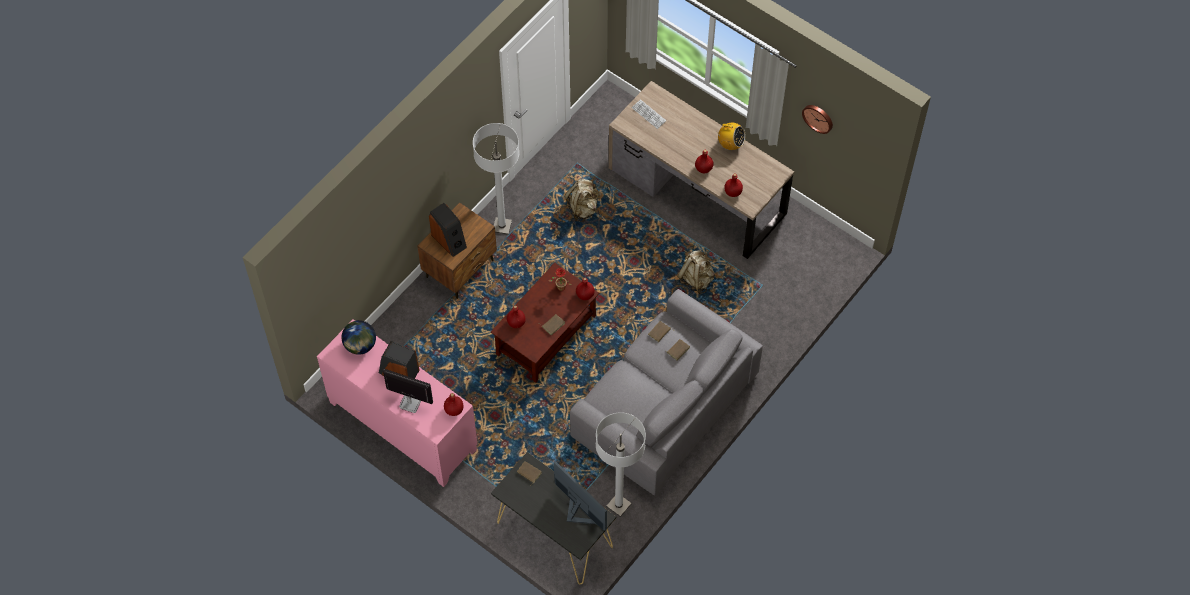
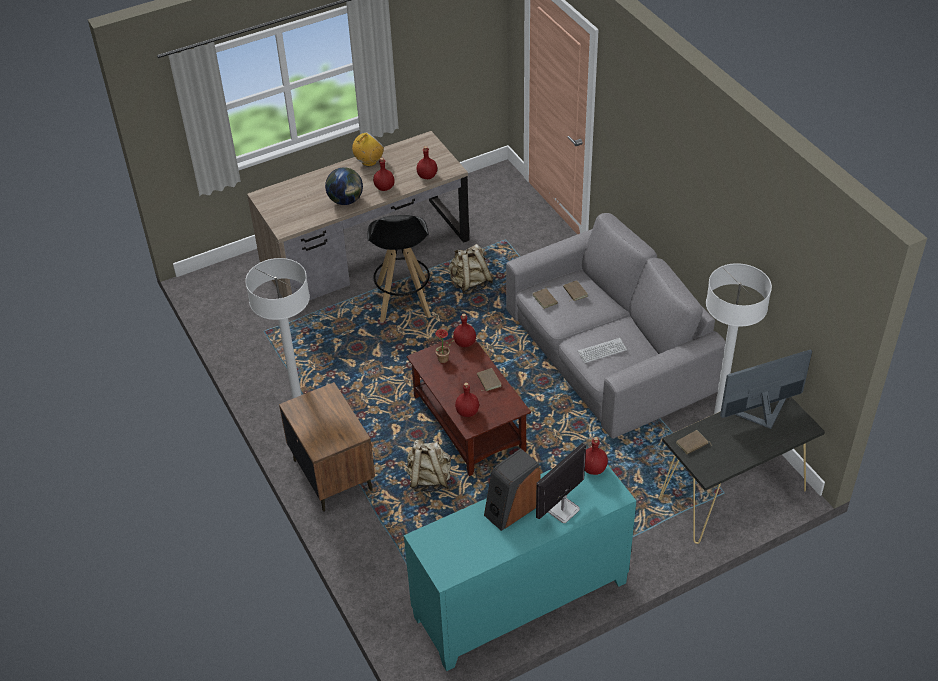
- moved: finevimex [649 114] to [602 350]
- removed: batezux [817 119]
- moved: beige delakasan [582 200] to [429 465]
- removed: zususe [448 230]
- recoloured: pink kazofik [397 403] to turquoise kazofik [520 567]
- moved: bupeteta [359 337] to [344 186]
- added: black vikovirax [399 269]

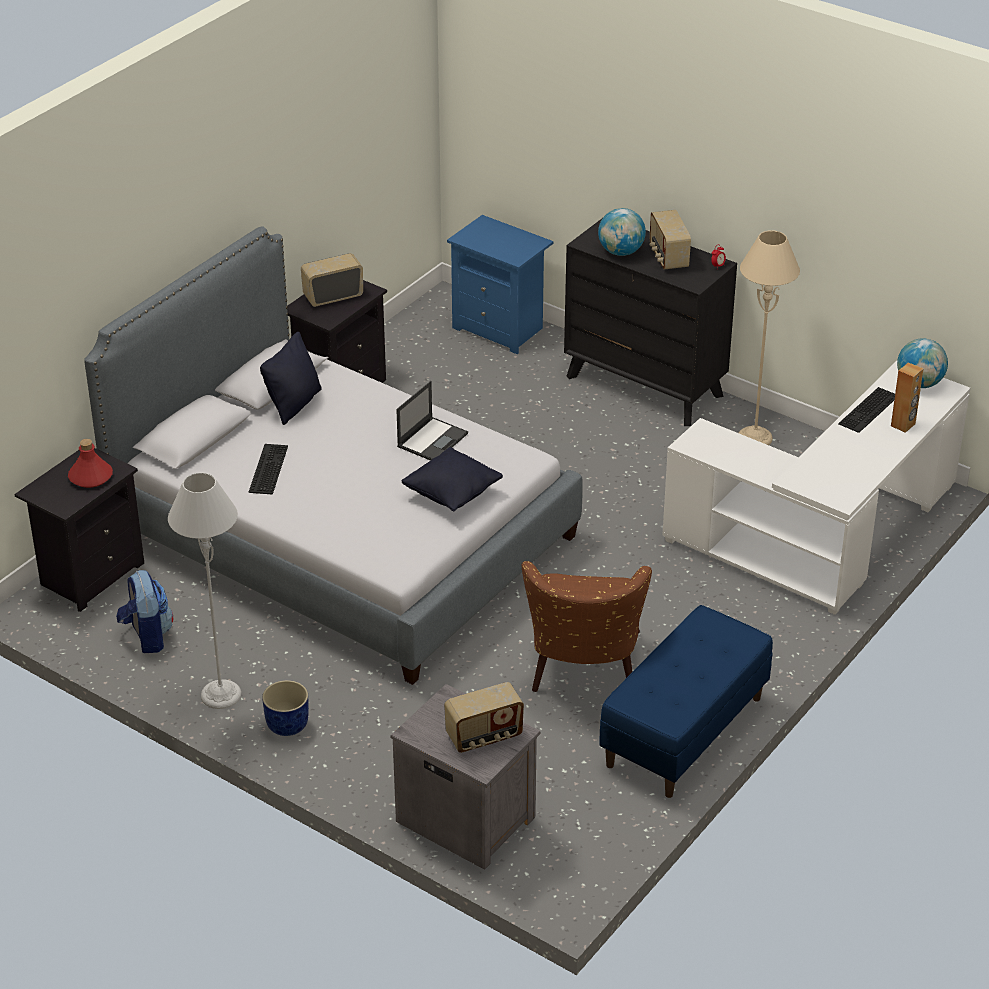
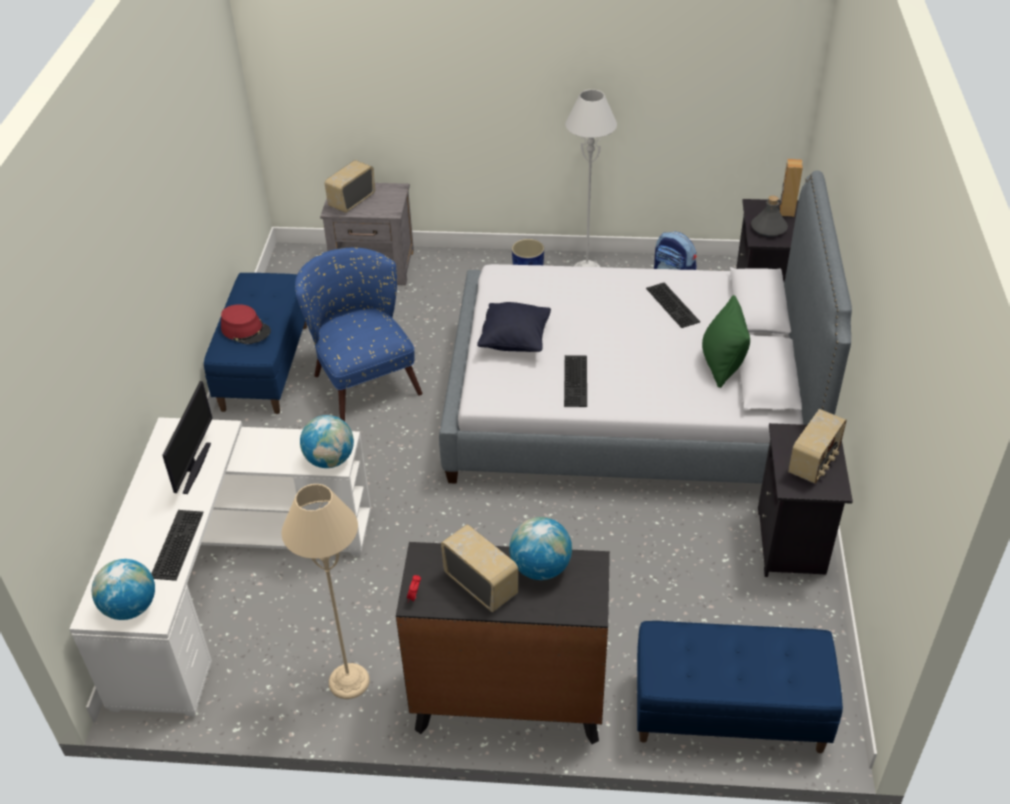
- replaced: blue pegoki [500 284] to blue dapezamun [740 687]
- recoloured: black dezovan [291 378] to green dezovan [726 341]
- moved: brown zususe [907 398] to [791 188]
- replaced: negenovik [432 421] to finevimex [575 381]
- recoloured: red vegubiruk [90 463] to grey vegubiruk [769 216]
- recoloured: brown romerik [586 626] to blue romerik [359 335]
- added: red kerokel [246 324]
- added: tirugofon [187 437]
- added: bupeteta [327 441]

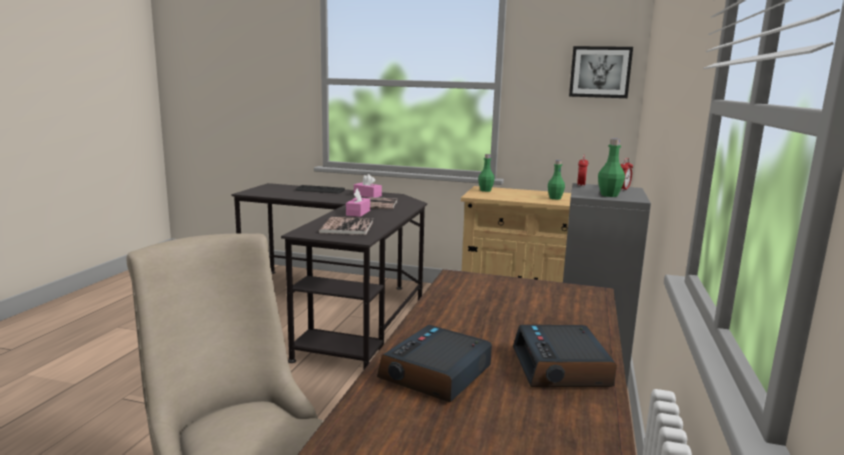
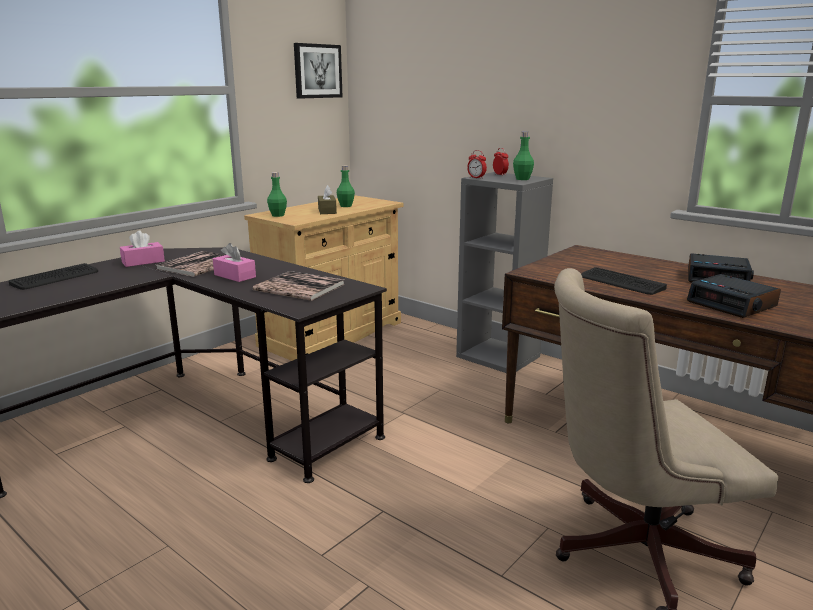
- added: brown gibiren [327 199]
- added: finevimex [624 281]

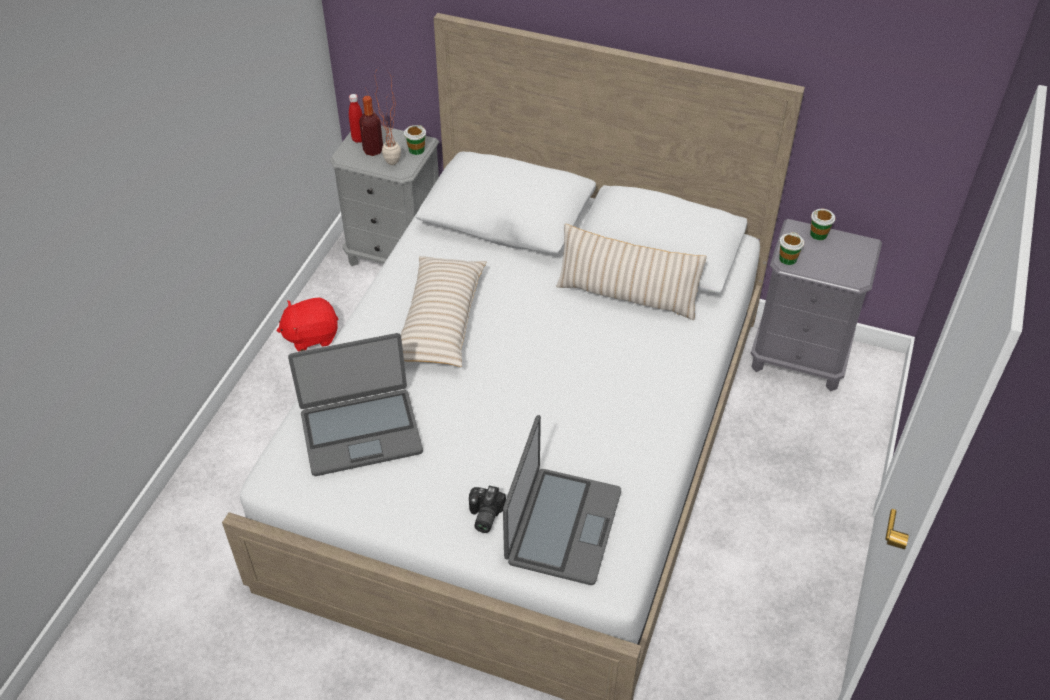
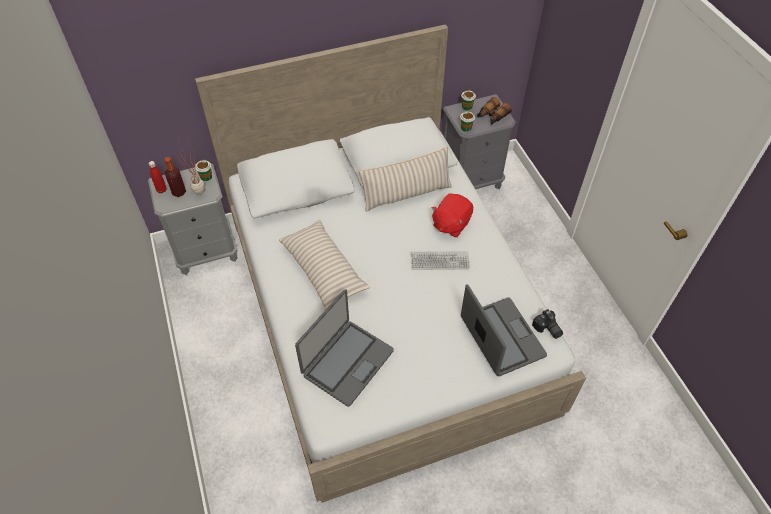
- moved: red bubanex [307 324] to [452 215]
- moved: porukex [487 509] to [547 324]
- added: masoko [494 111]
- added: finevimex [440 260]

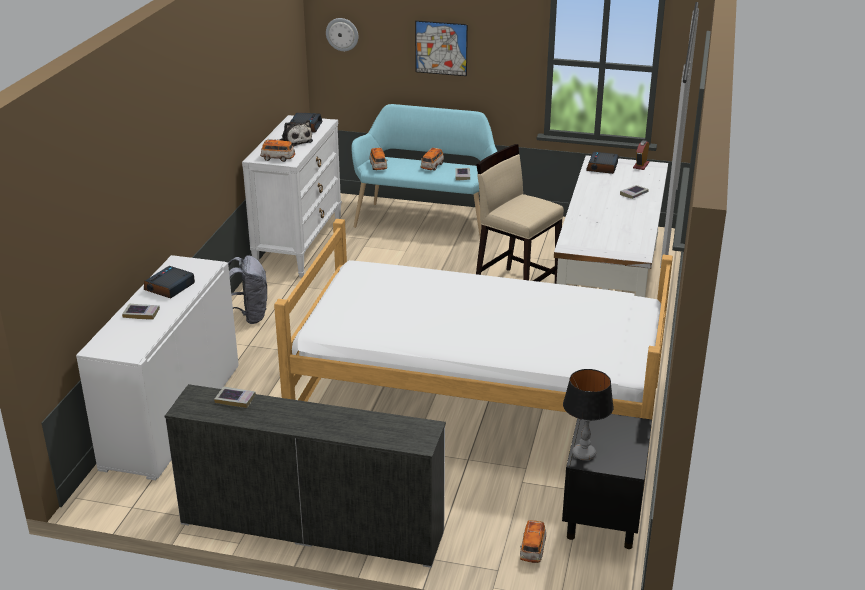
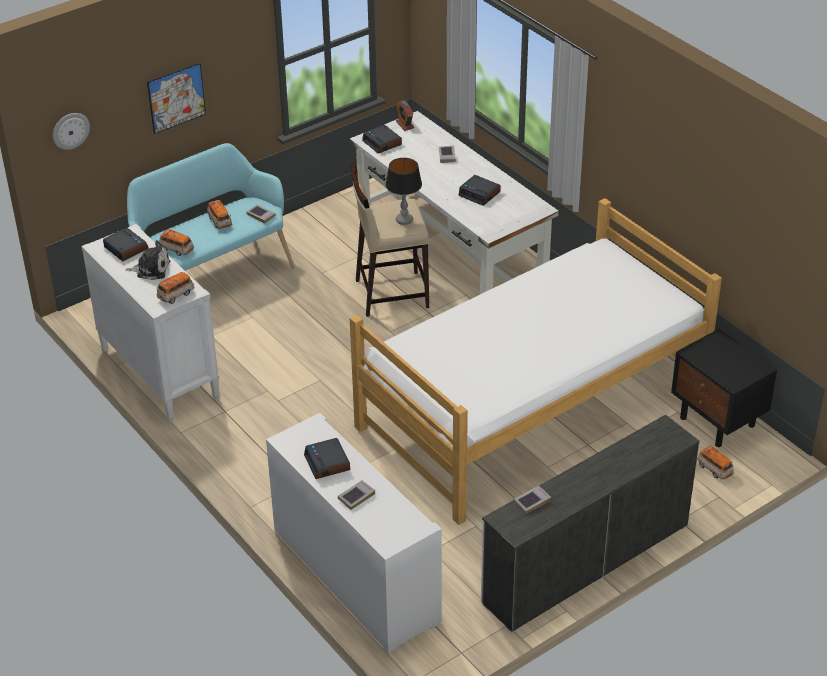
- removed: grey delakasan [247 289]
- moved: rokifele [588 415] to [403 191]
- added: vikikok [480 190]

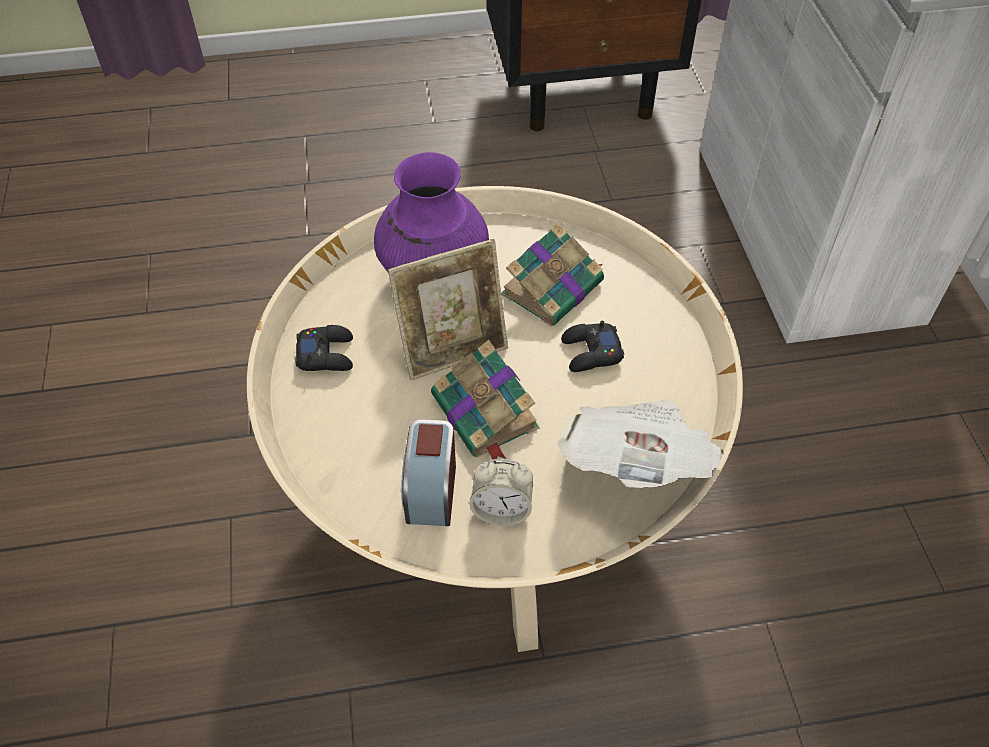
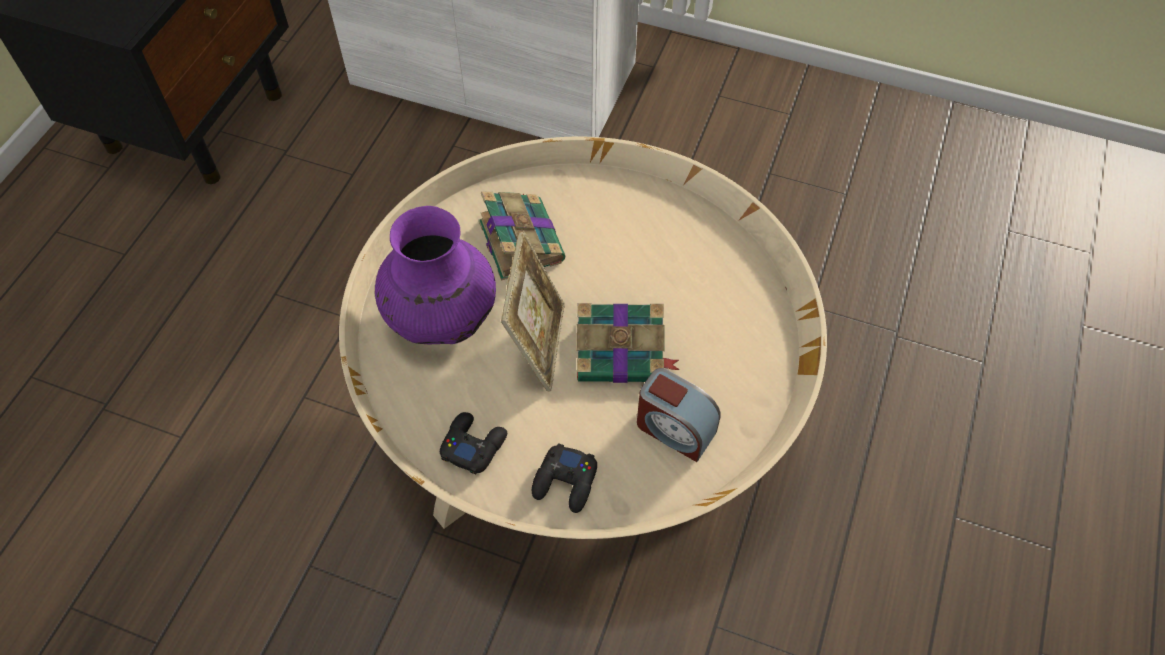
- moved: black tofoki [592 346] to [564 478]
- removed: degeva [641 444]
- removed: vikikok [501 492]

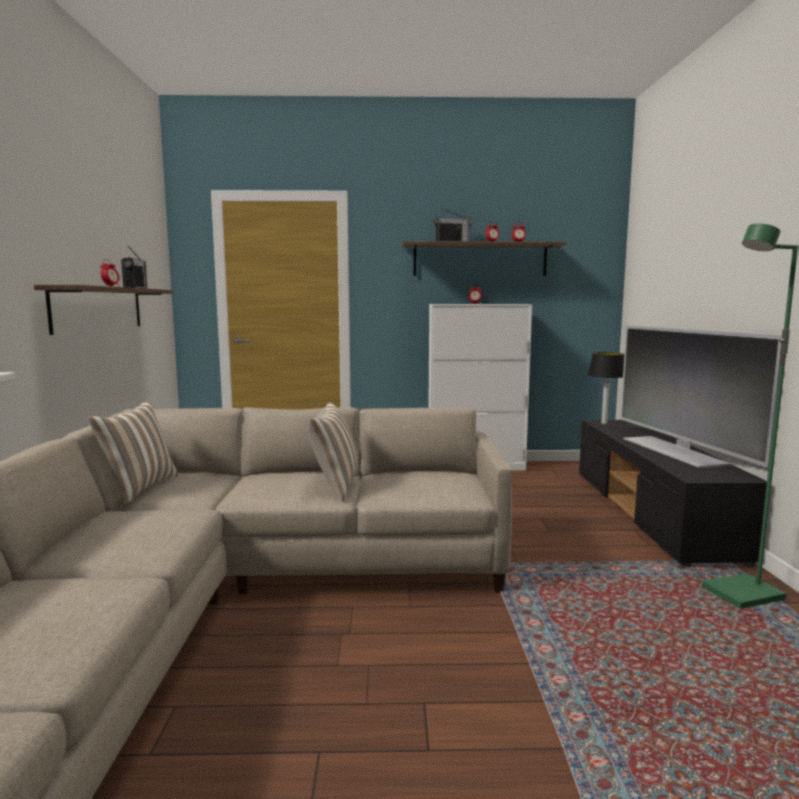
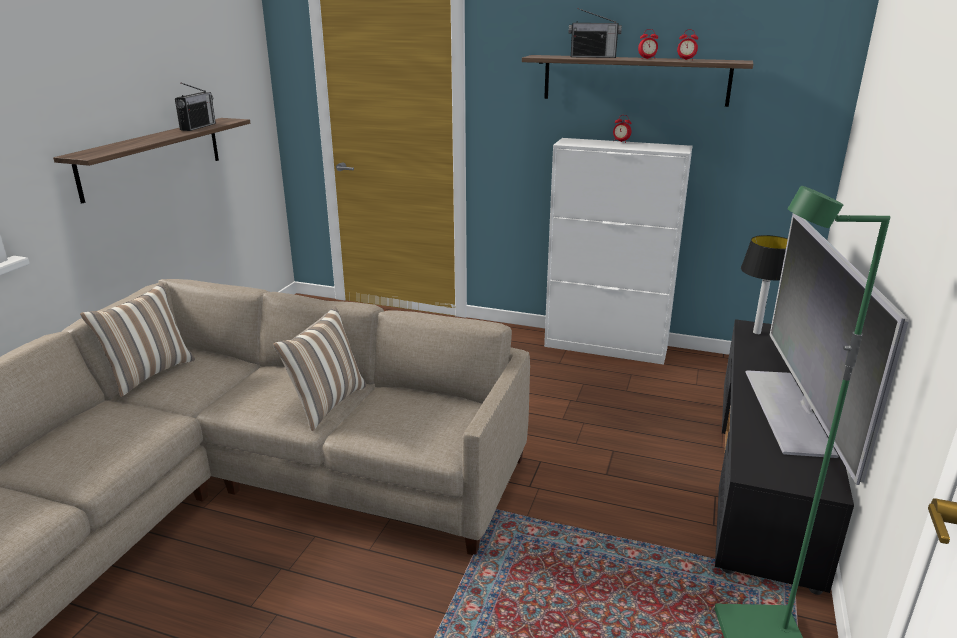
- removed: vikikok [109 273]

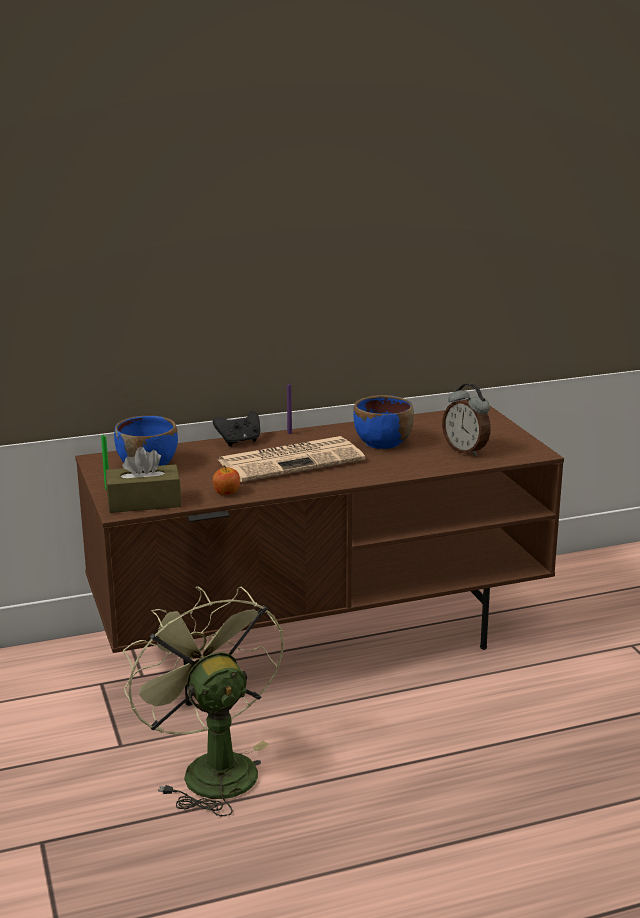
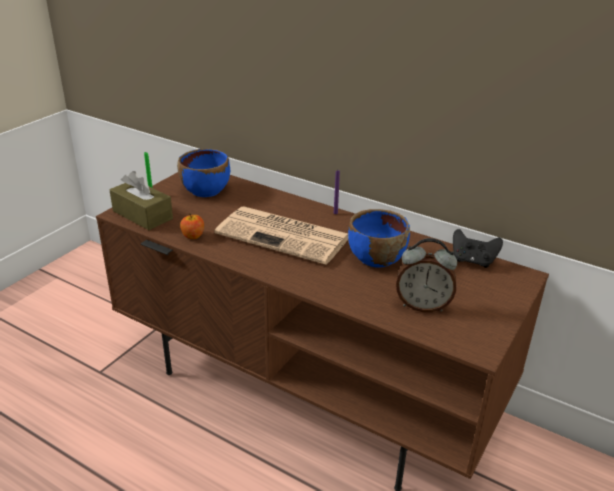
- turned: vikikok [466 419] = [426 275] 90 degrees counterclockwise
- moved: black tofoki [236 428] to [478 248]
- removed: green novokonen [203 701]

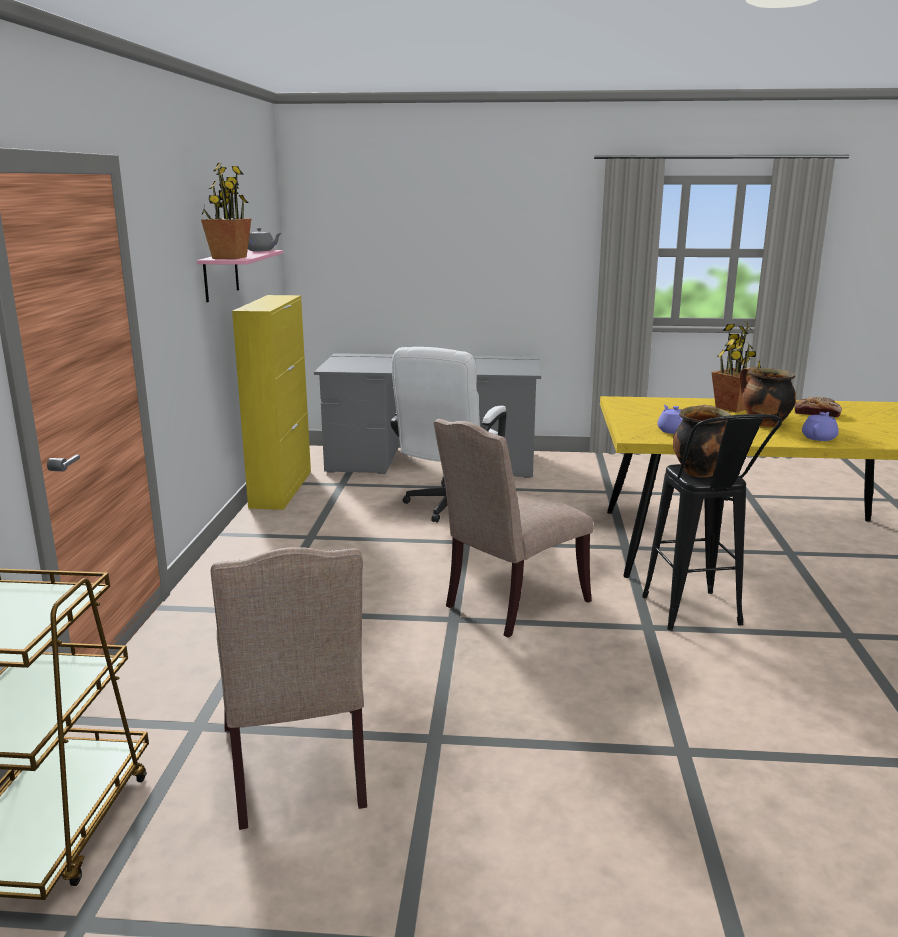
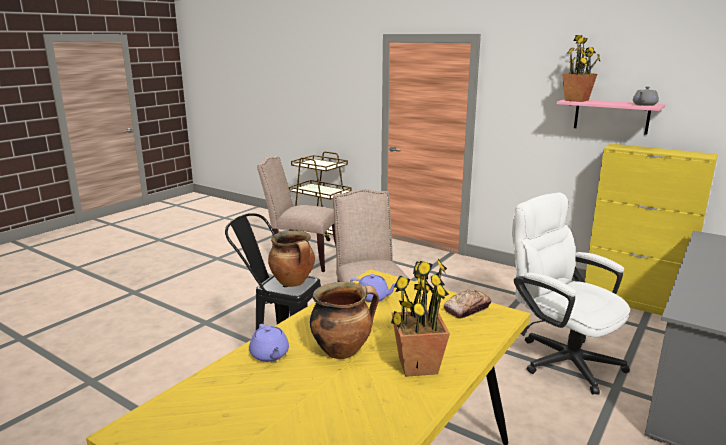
- moved: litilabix [818 407] to [467 304]

